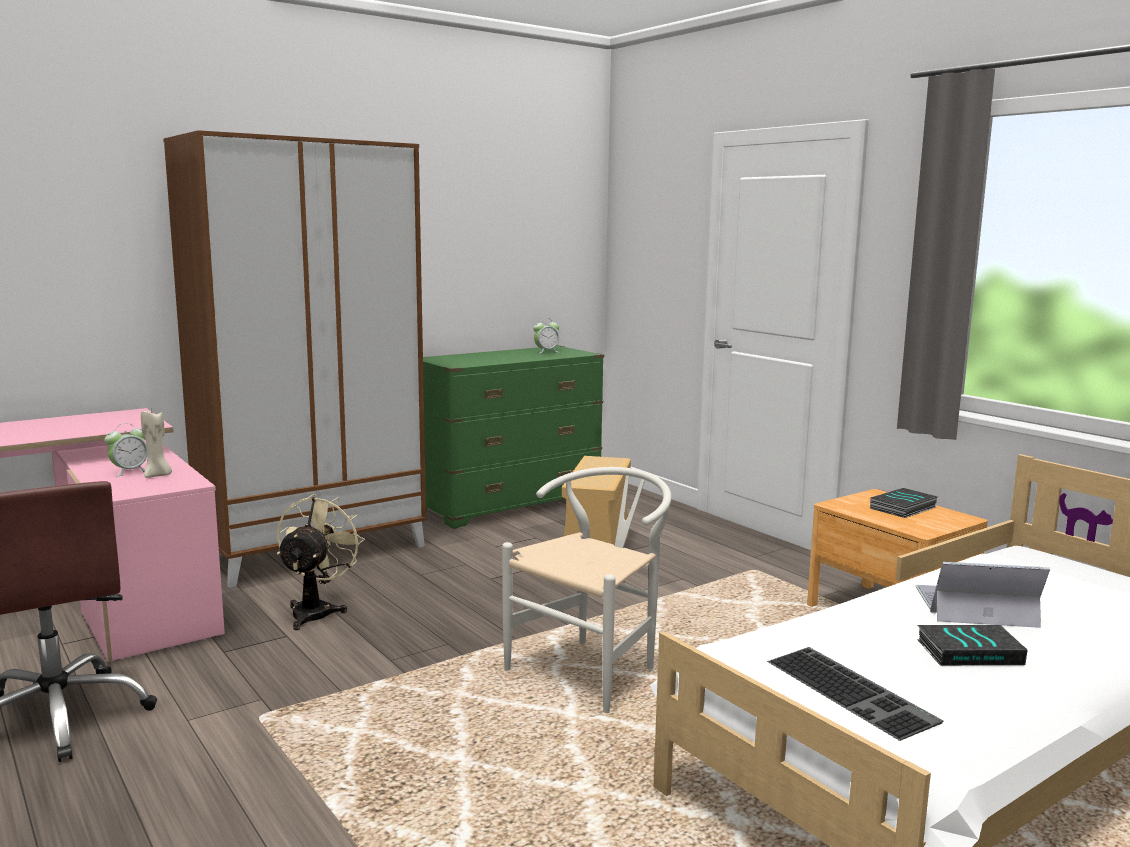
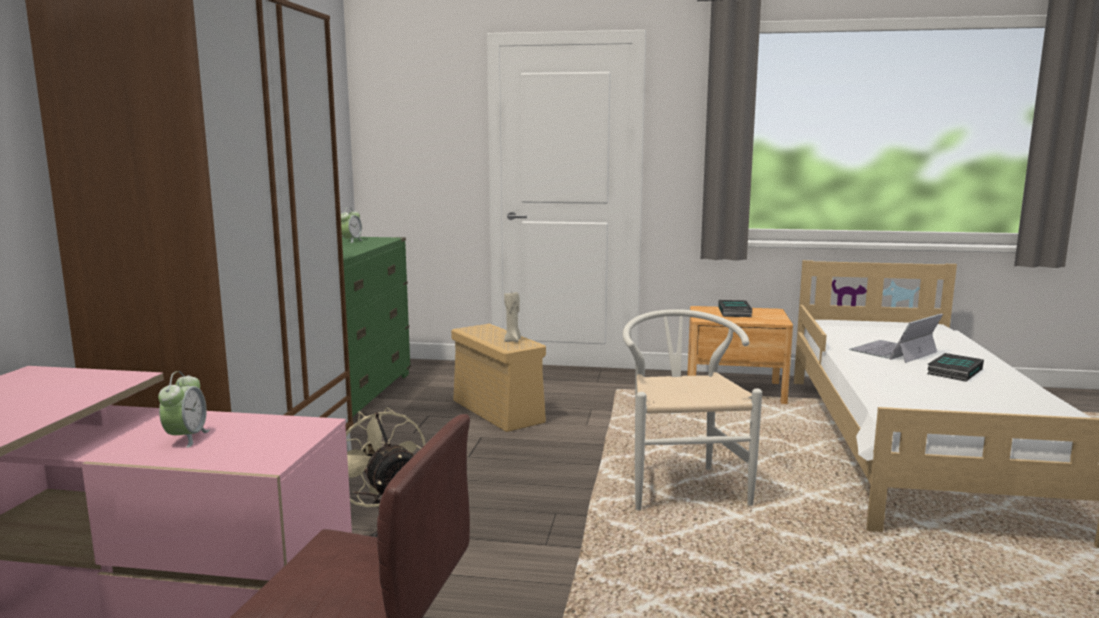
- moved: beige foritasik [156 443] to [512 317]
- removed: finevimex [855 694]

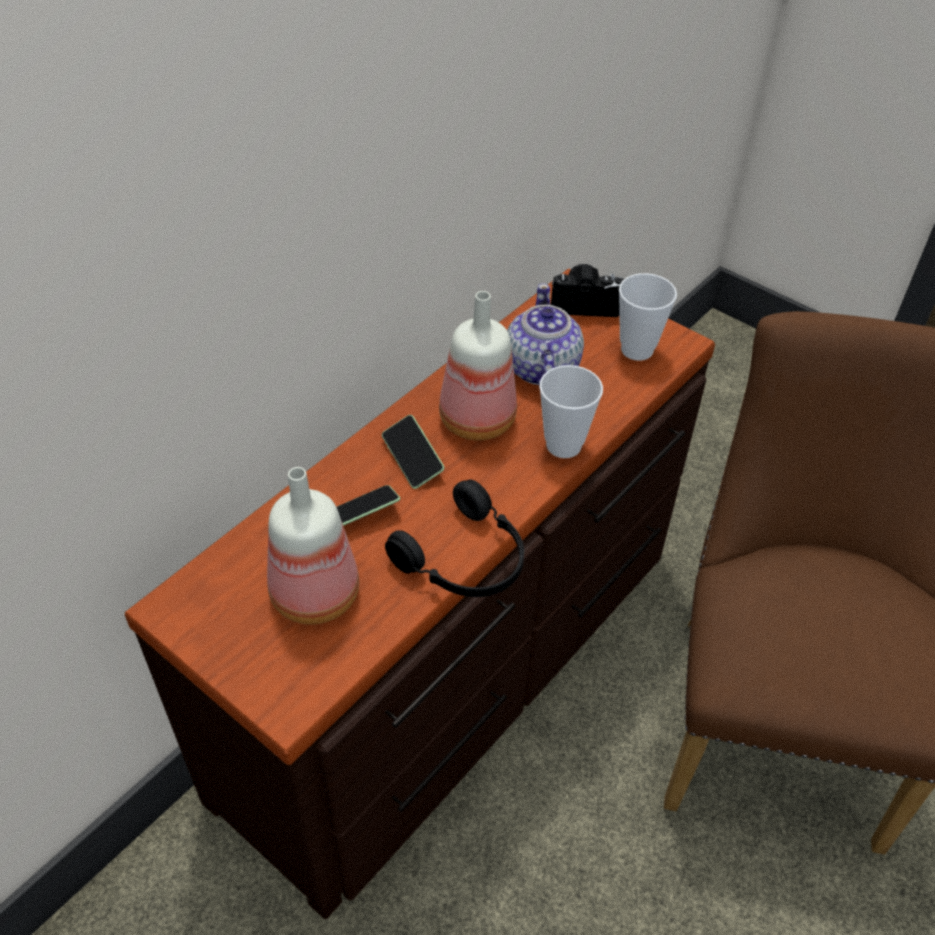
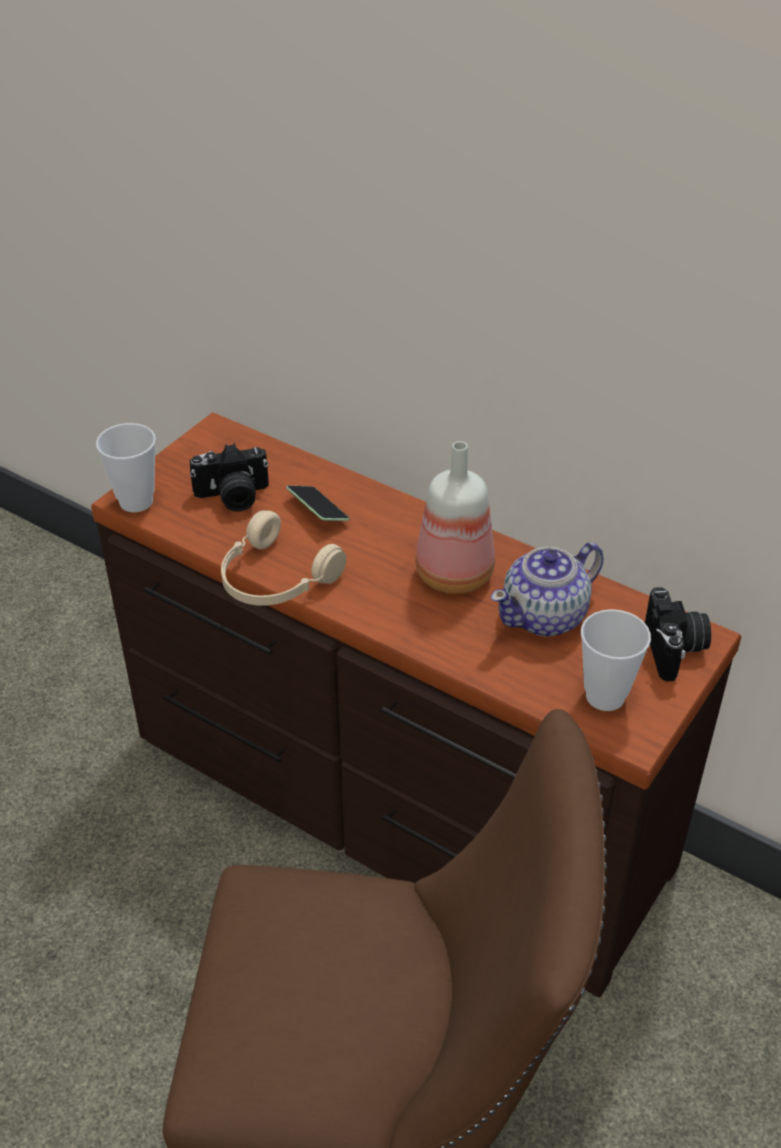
- turned: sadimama [545 334] = [547 589] 150 degrees clockwise
- moved: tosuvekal [571 411] to [126 467]
- removed: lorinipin [413 452]
- replaced: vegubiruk [313 546] to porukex [229 477]
- recoloured: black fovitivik [454 538] to beige fovitivik [284 558]

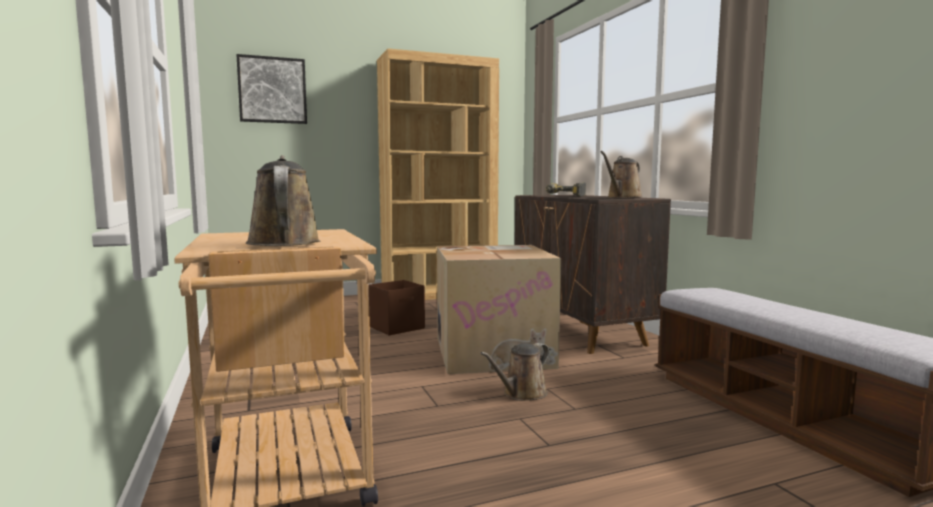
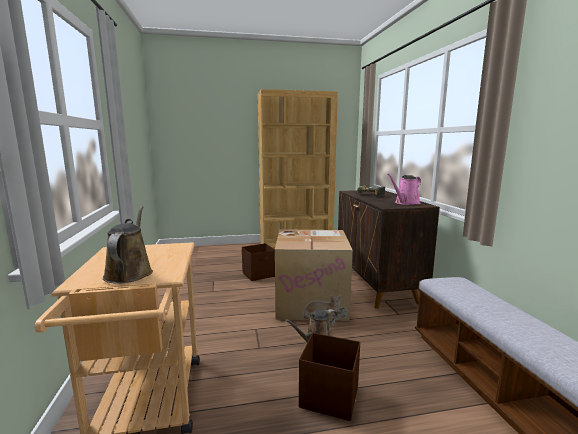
- removed: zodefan [271 89]
- recoloured: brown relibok [621 174] to pink relibok [404 189]
- added: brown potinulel [329 377]

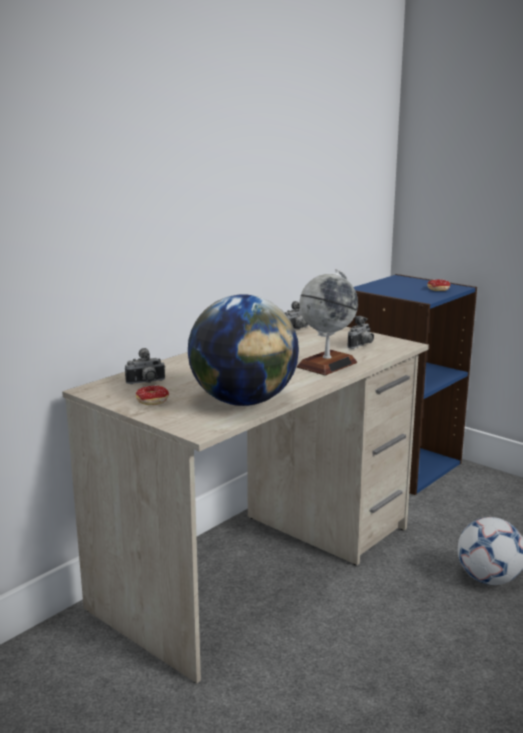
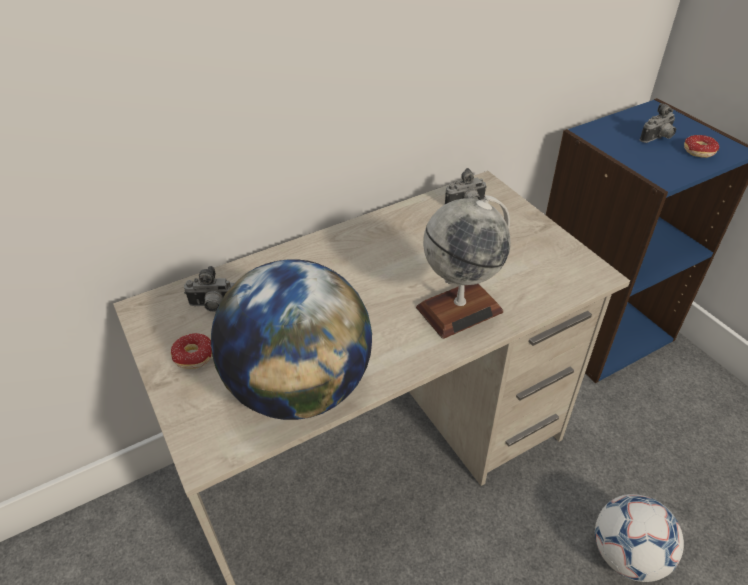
- moved: porukex [360 332] to [658 123]

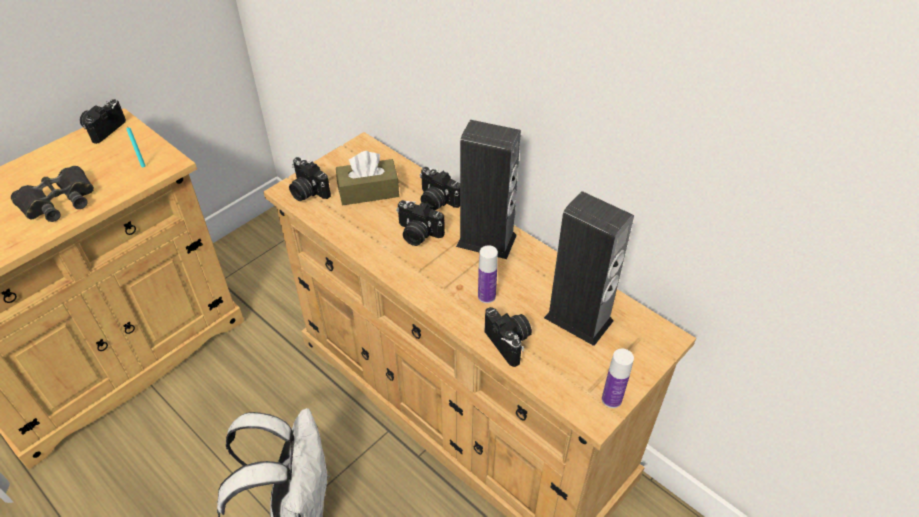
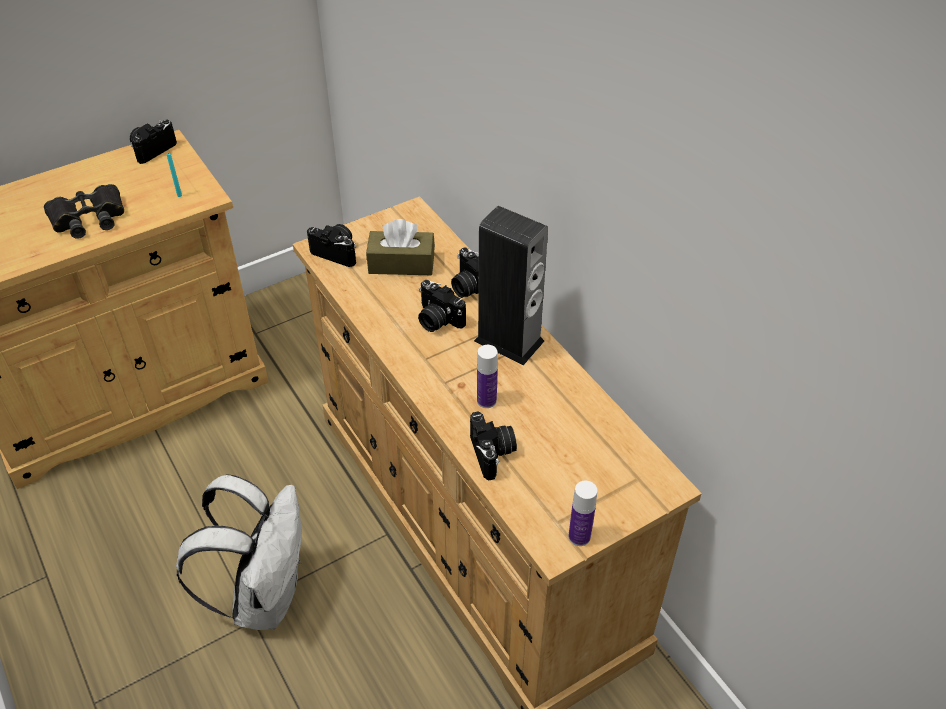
- turned: porukex [310 179] = [331 245] 150 degrees clockwise
- removed: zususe [589 268]

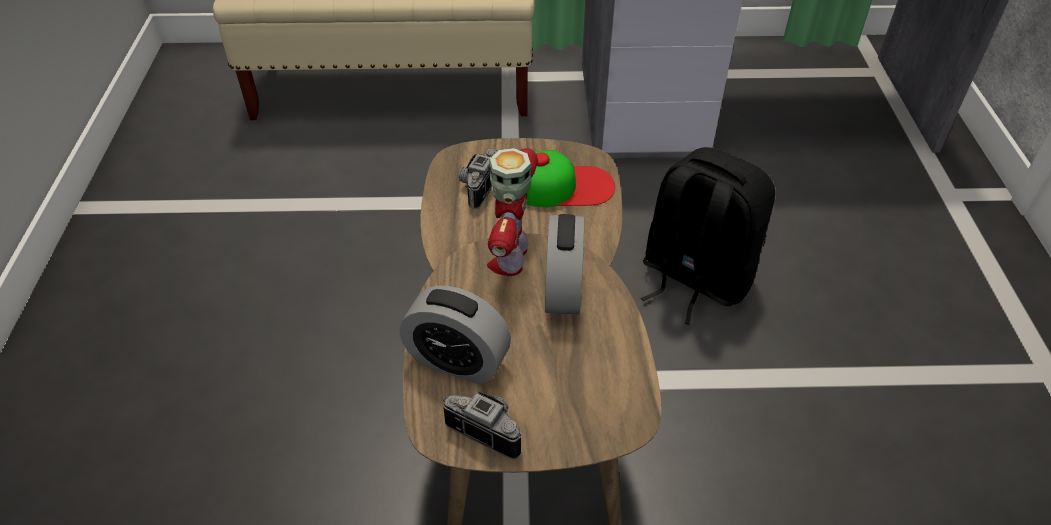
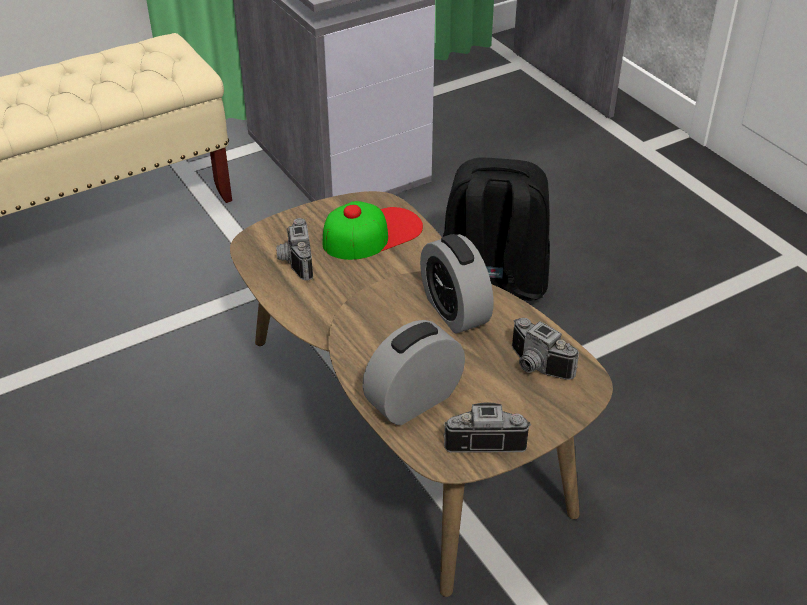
- removed: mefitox [512 212]
- turned: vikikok [455 335] = [413 372] 150 degrees clockwise
- added: porukex [545 349]

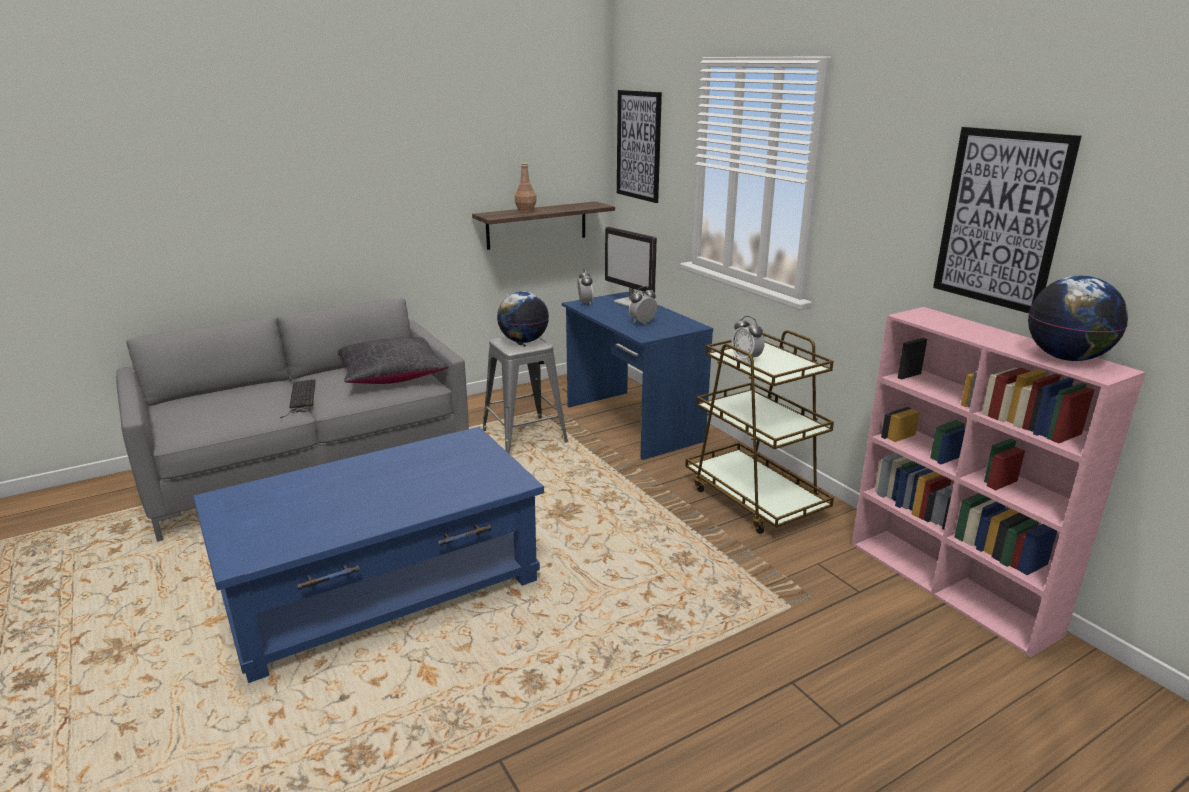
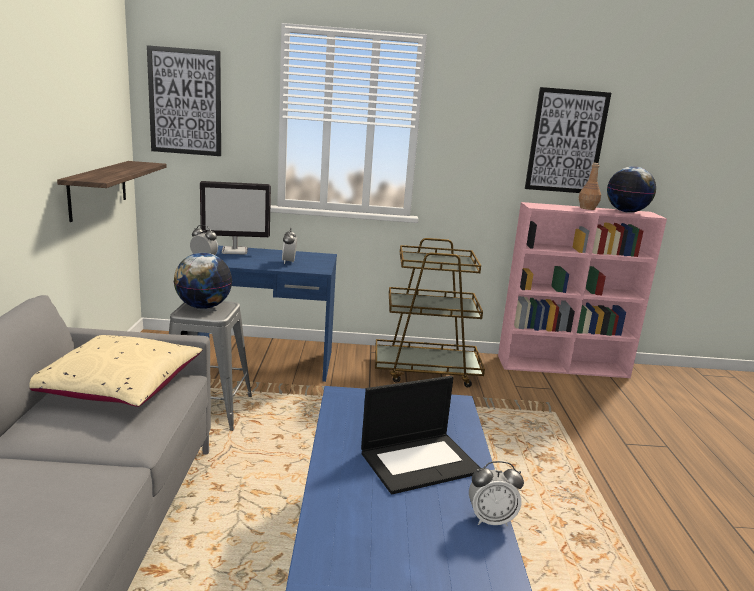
- moved: brown vegubiruk [526 188] to [590 186]
- moved: vikikok [748 339] to [496 493]
- recoloured: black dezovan [393 360] to beige dezovan [116 371]
- removed: finevimex [297 398]
- added: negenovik [420 435]

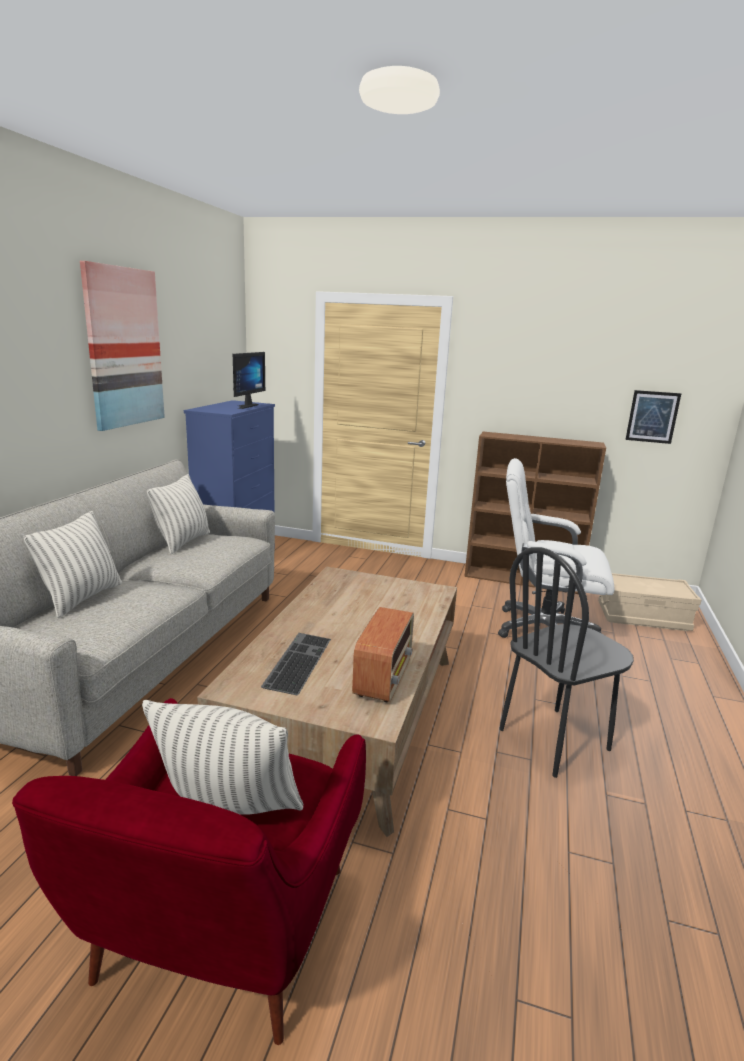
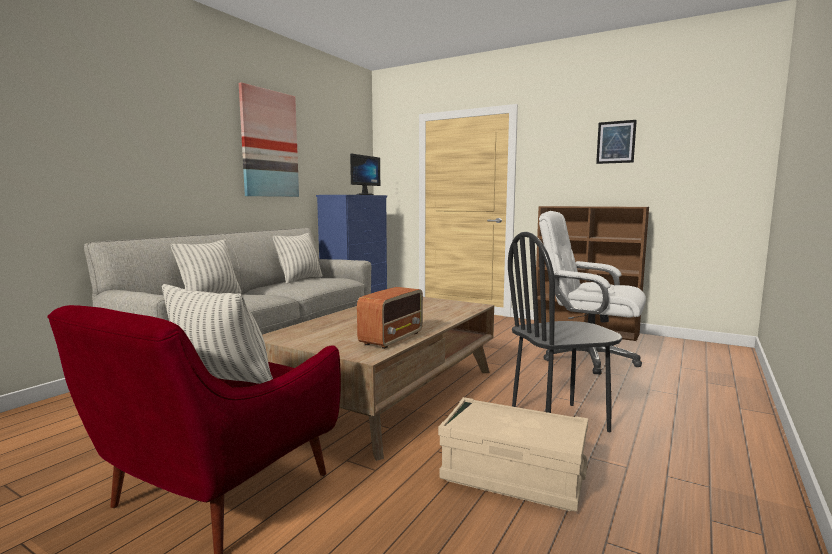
- moved: zodefan [653 417] to [616 142]
- moved: beige potinulel [649 602] to [513 454]
- removed: finevimex [296 664]

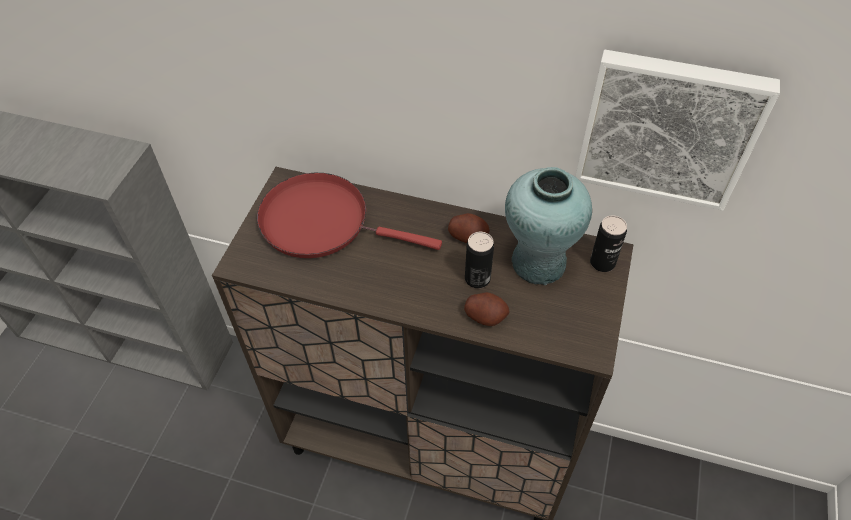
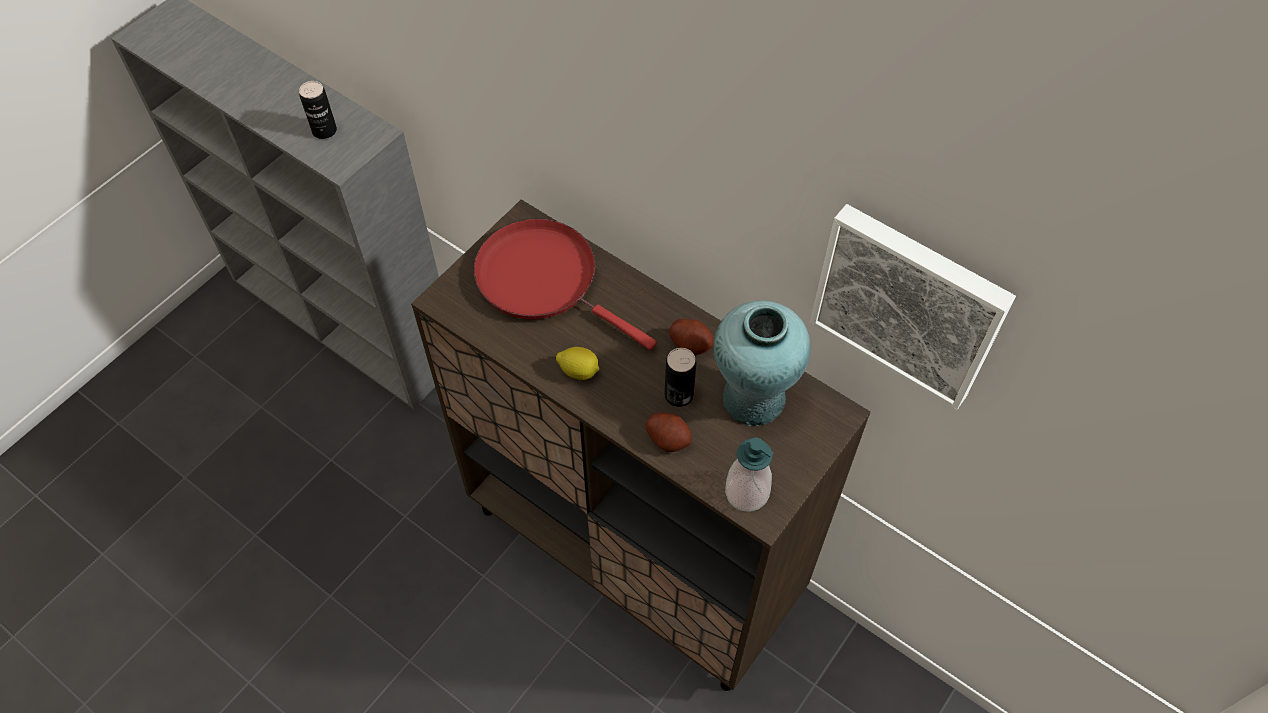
- moved: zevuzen [608 243] to [318 110]
- added: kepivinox [577 363]
- added: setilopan [749 475]

